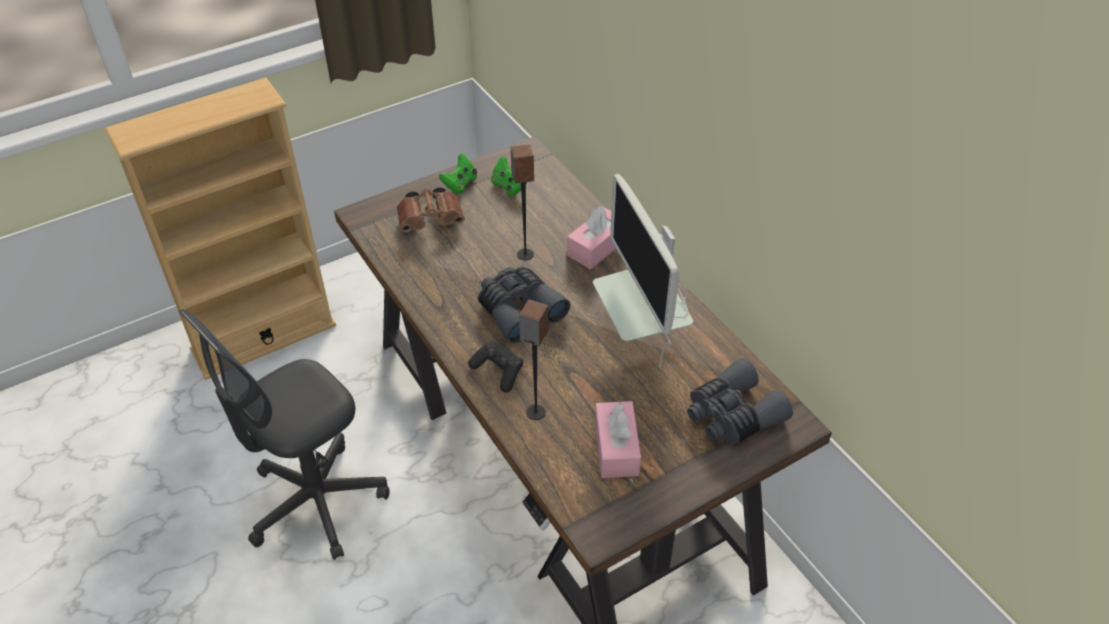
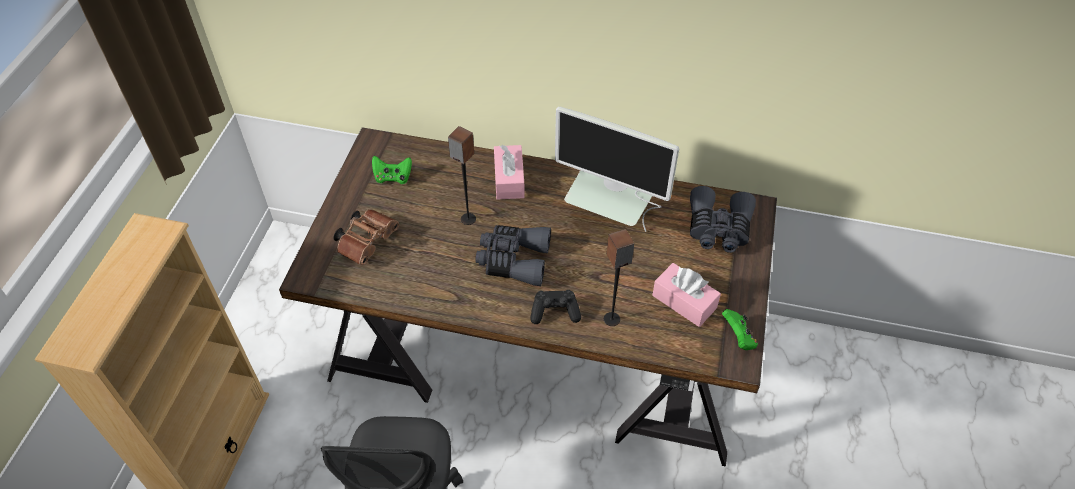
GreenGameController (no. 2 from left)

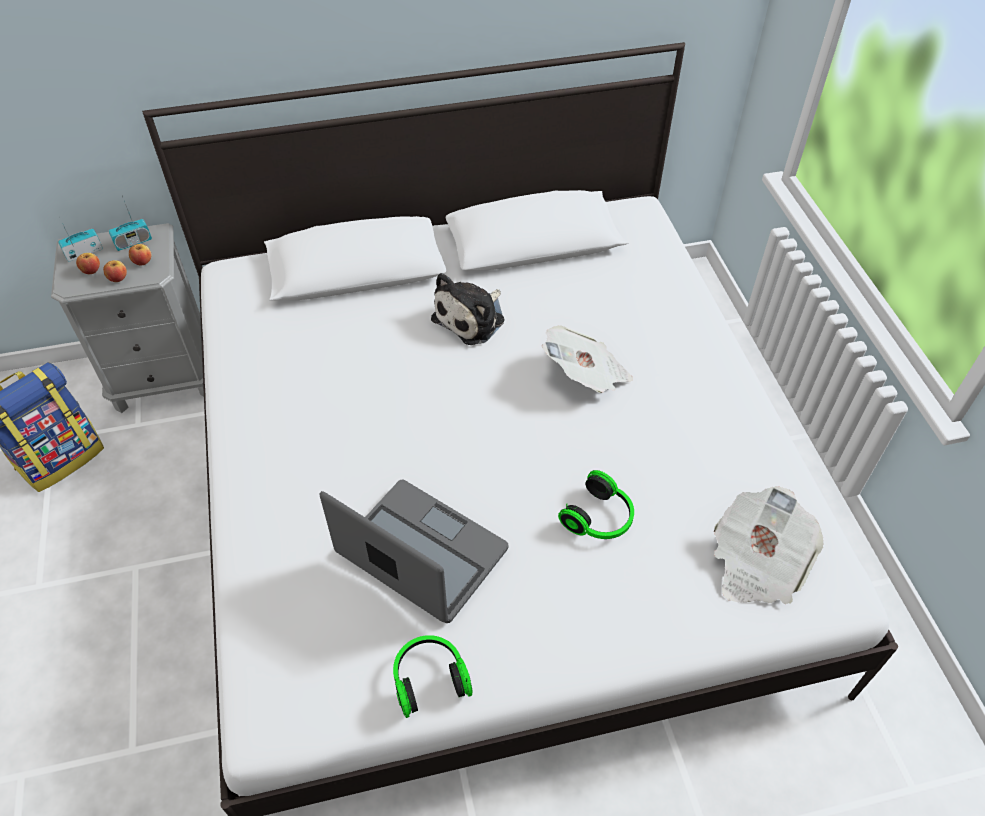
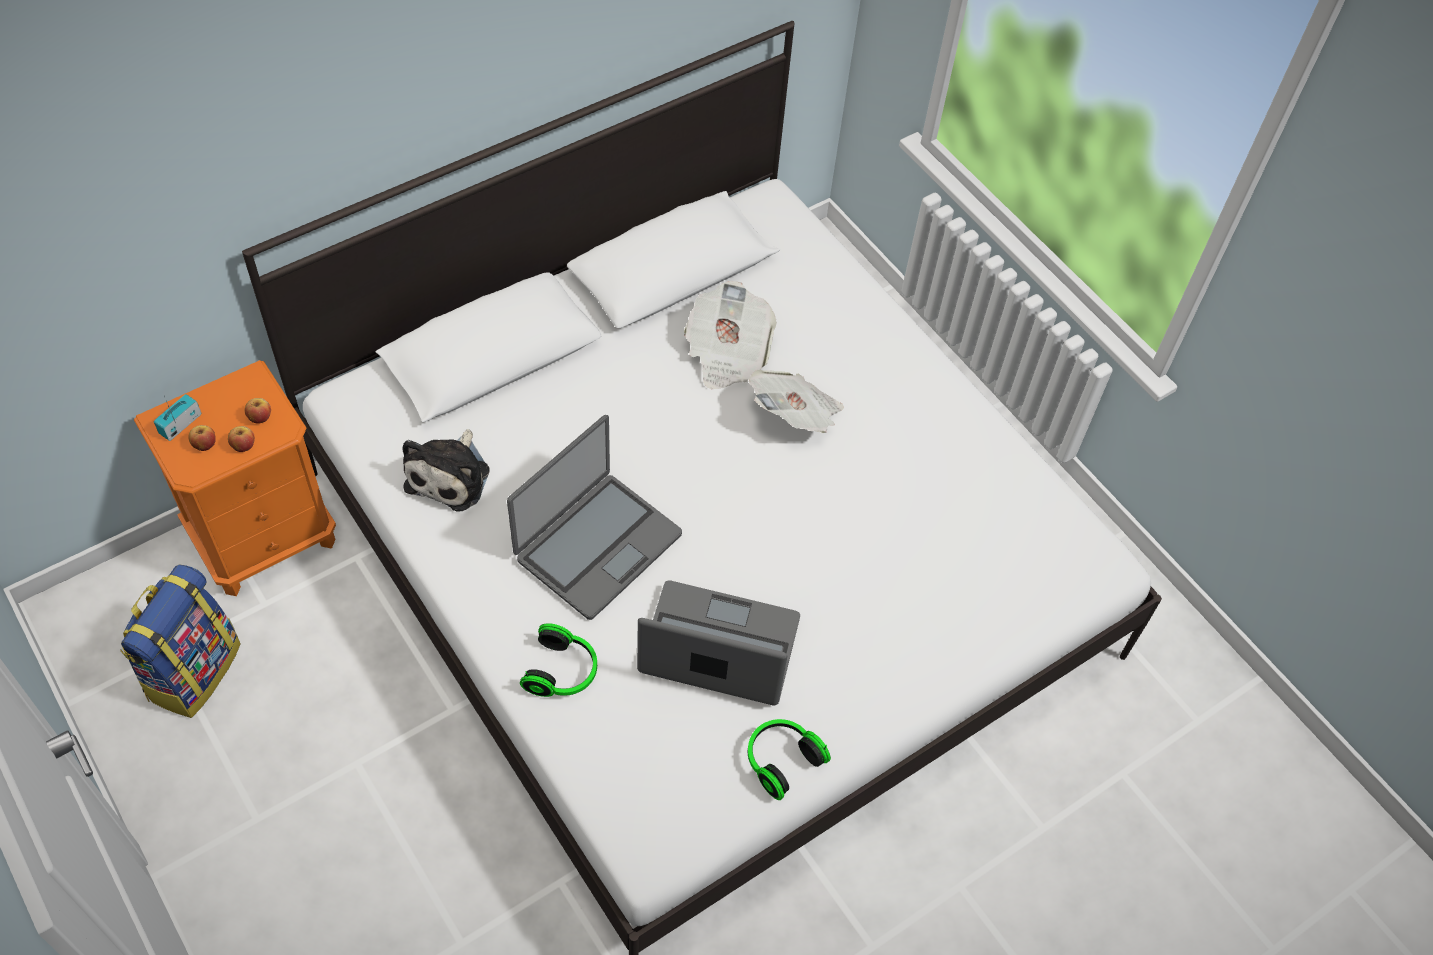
OrangeNightstand
PlushToy
Laptop (no. 1 from left)
Headphones (no. 1 from left)
Newspaper (no. 1 from left)
Radio (no. 2 from left in the first image)

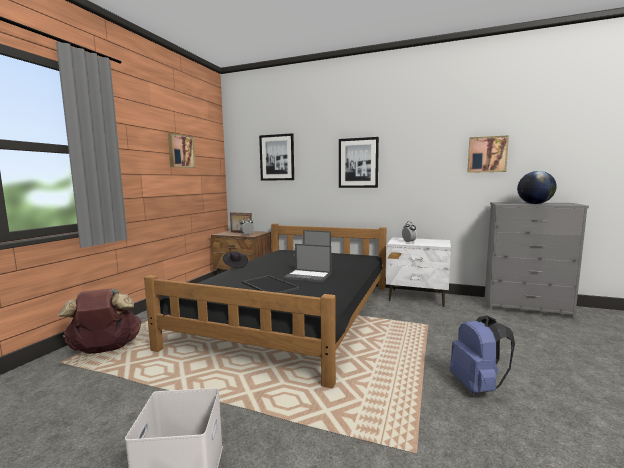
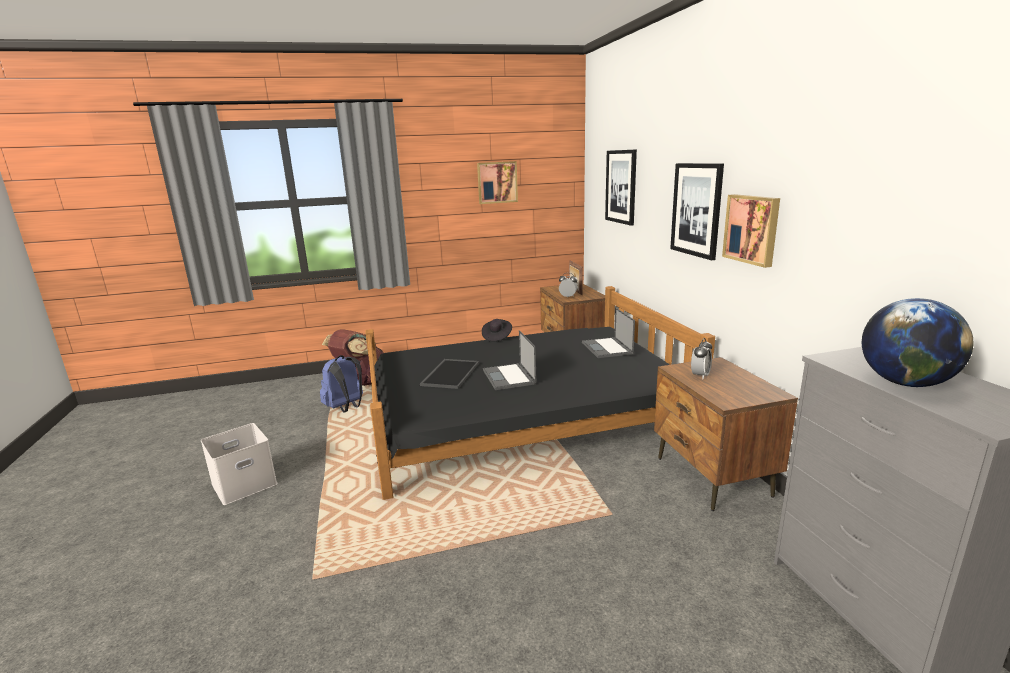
BlueBackpack
BrownNightstand (no. 2 from left)
Picture (no. 4 from left)

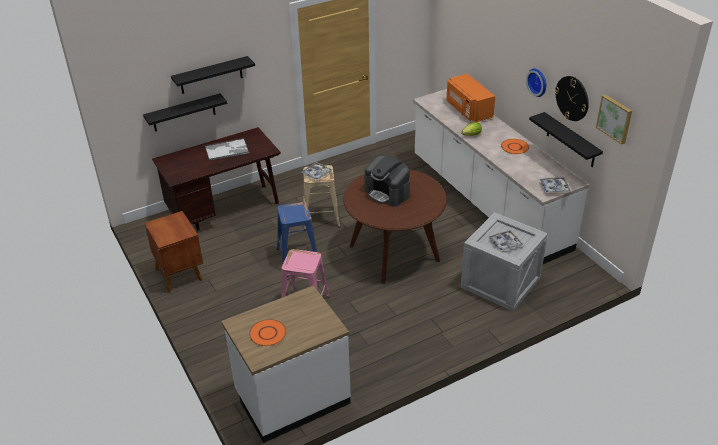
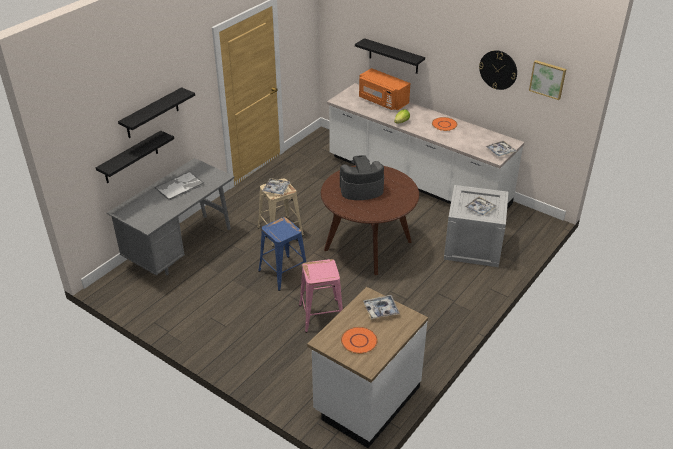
GreyDesk
CoffeeMachine
BlackShelf (no. 3 from left)
Tray (no. 3 from left)
BrownNightstand
WallClock (no. 1 from left in the first image)

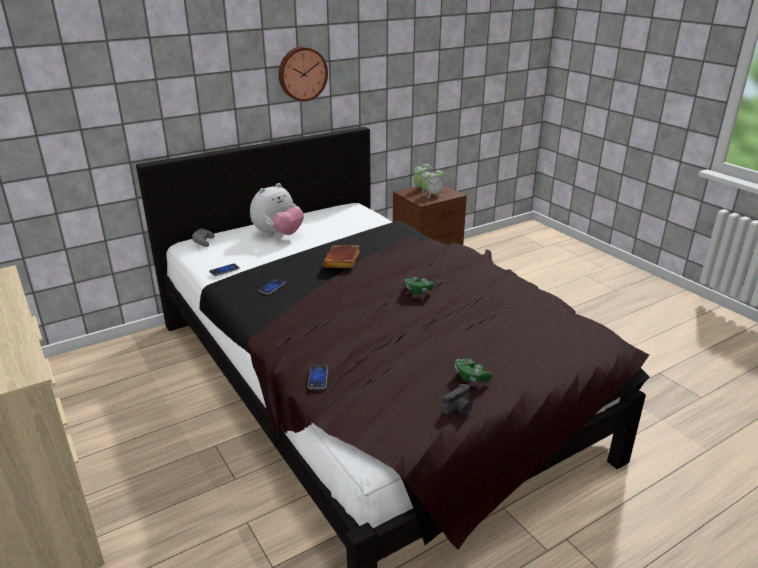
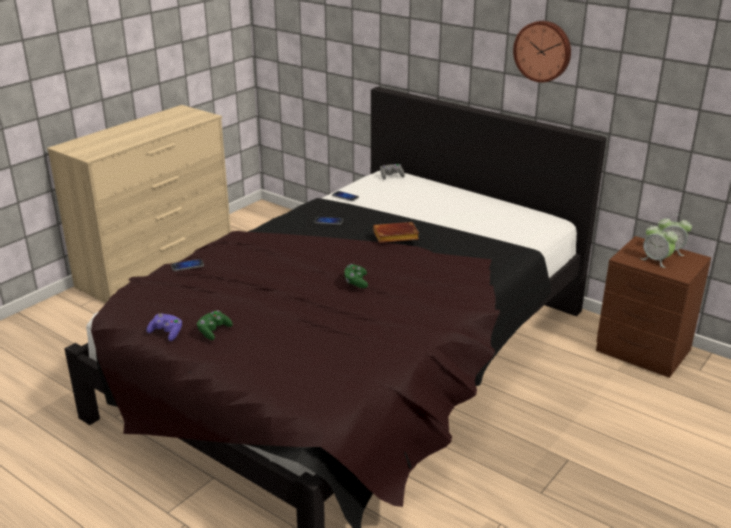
PurpleGameController
PlushToy

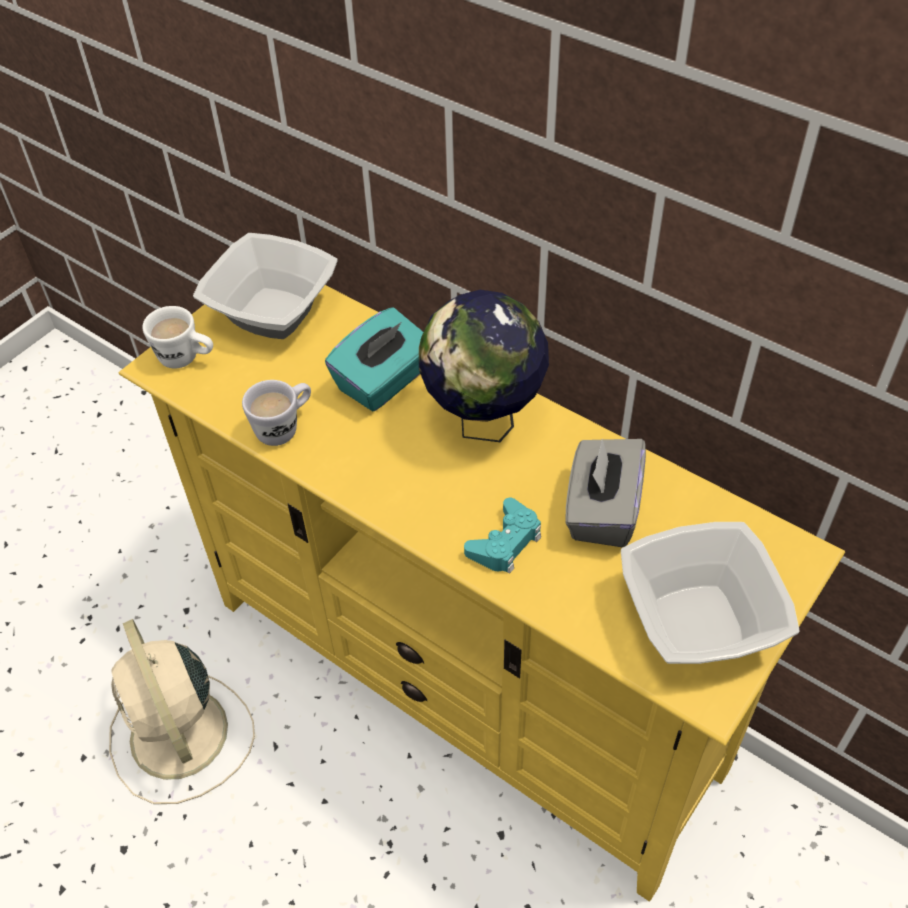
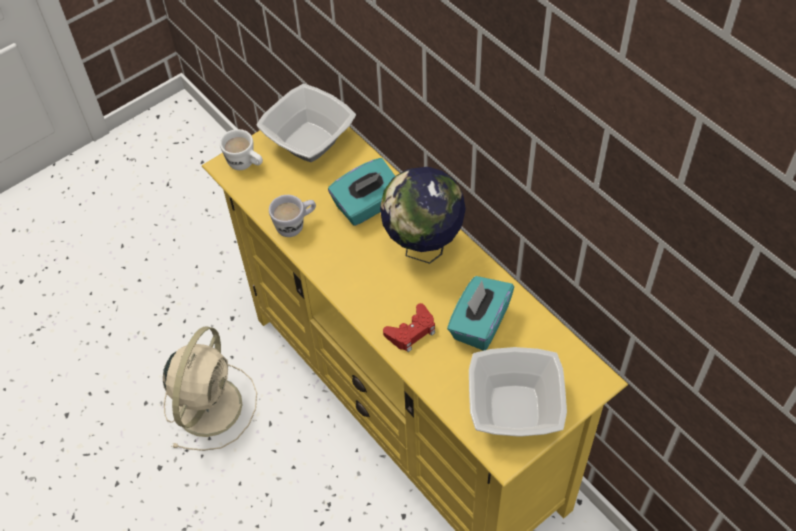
BeigeFan
RedGameController
TurquoiseTissueBox (no. 2 from left)

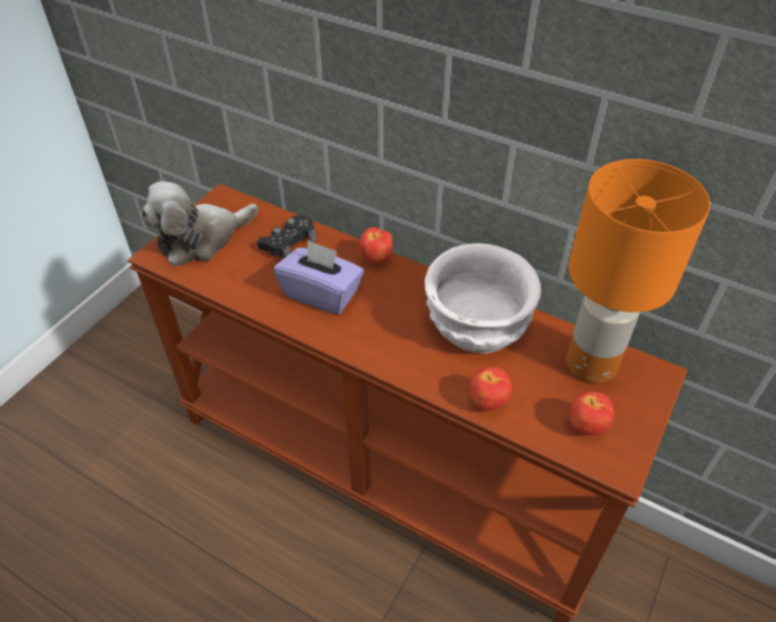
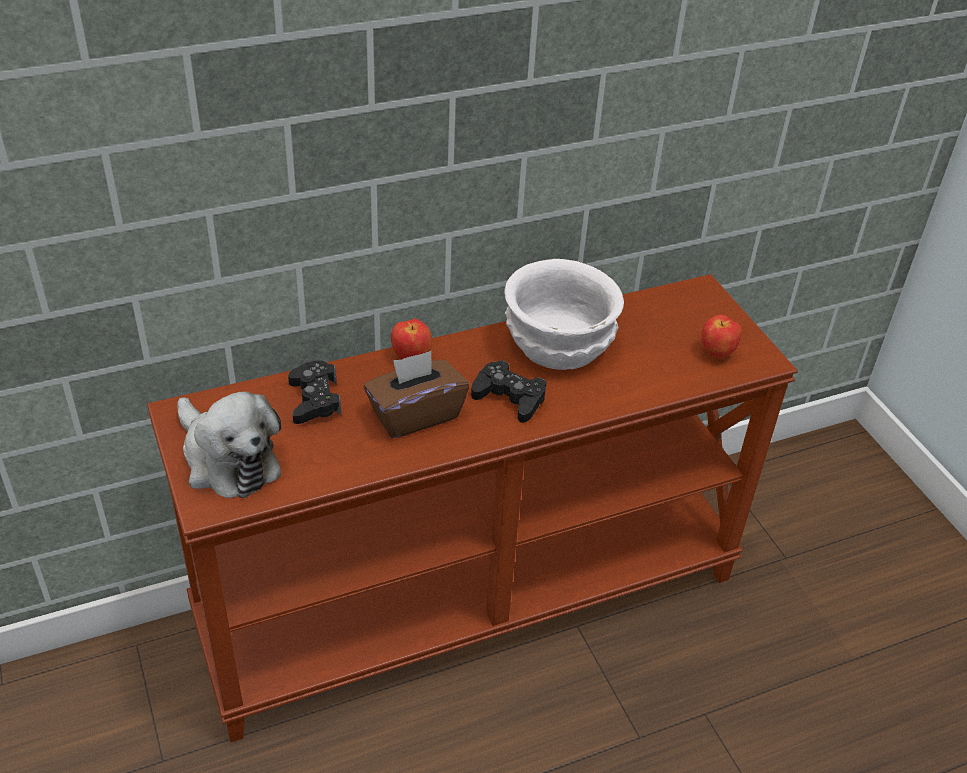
PlushToy
BrownTissueBox
BlackGameController (no. 2 from left)
Apple (no. 2 from left in the first image)
OrangeTableLamp

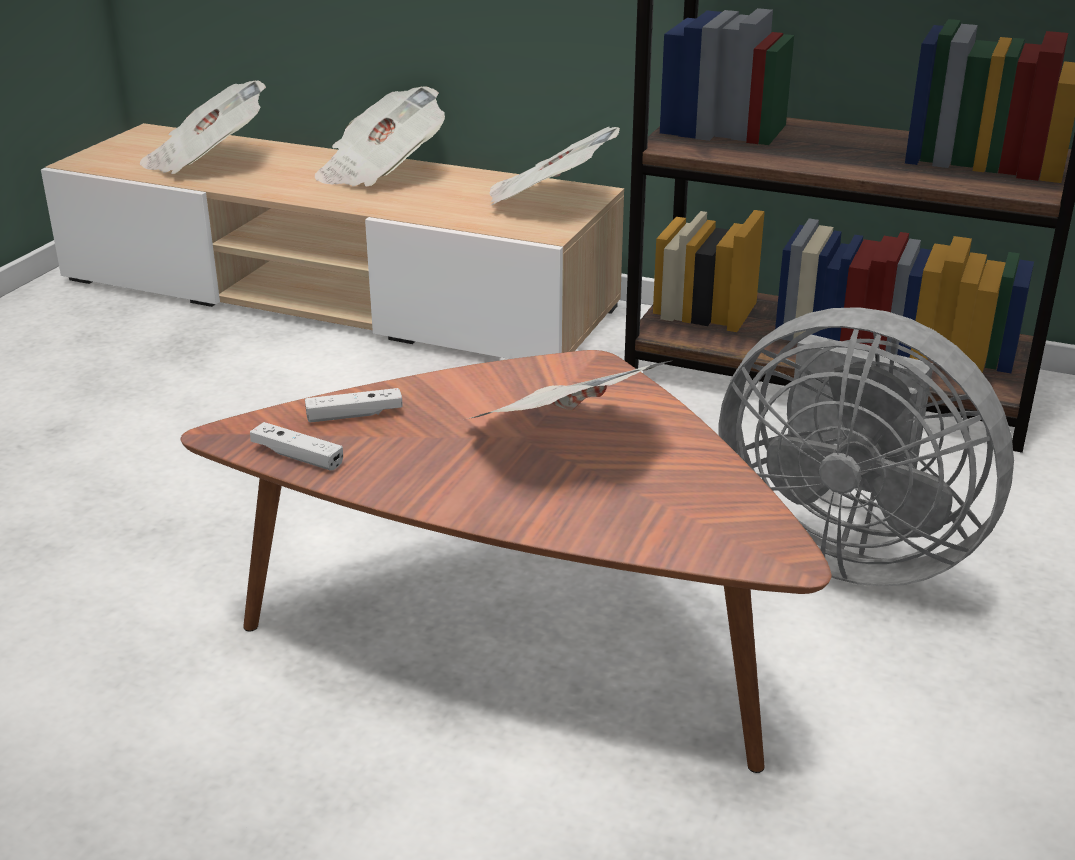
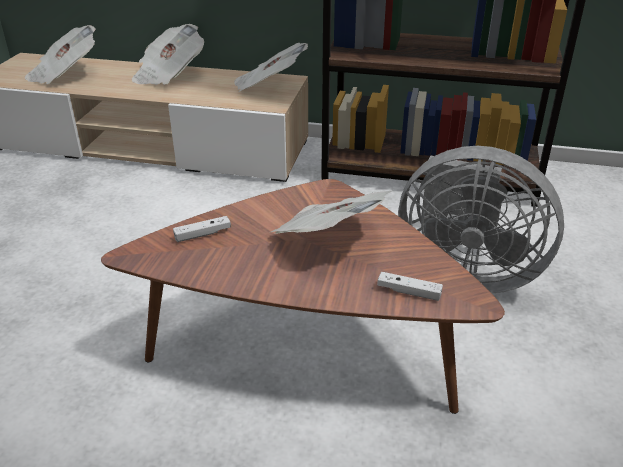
WhiteGameController (no. 2 from left)

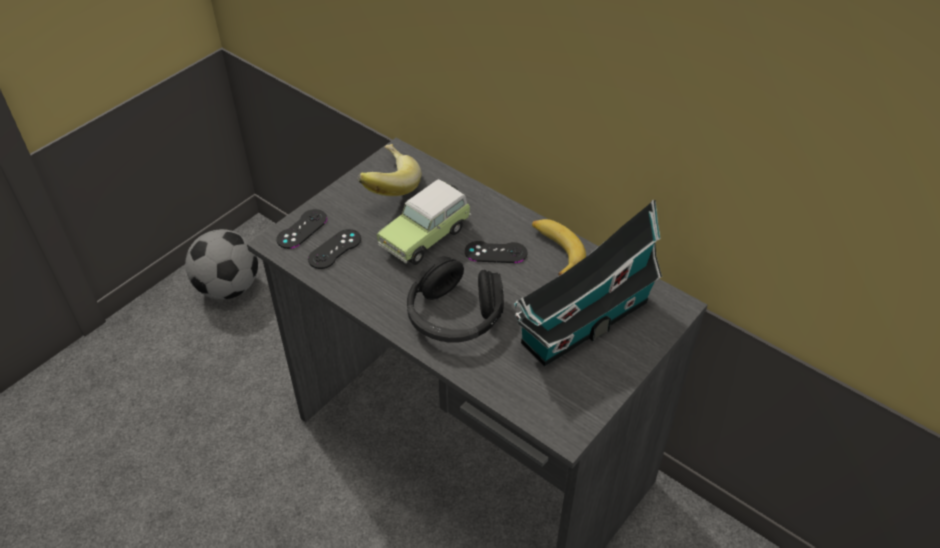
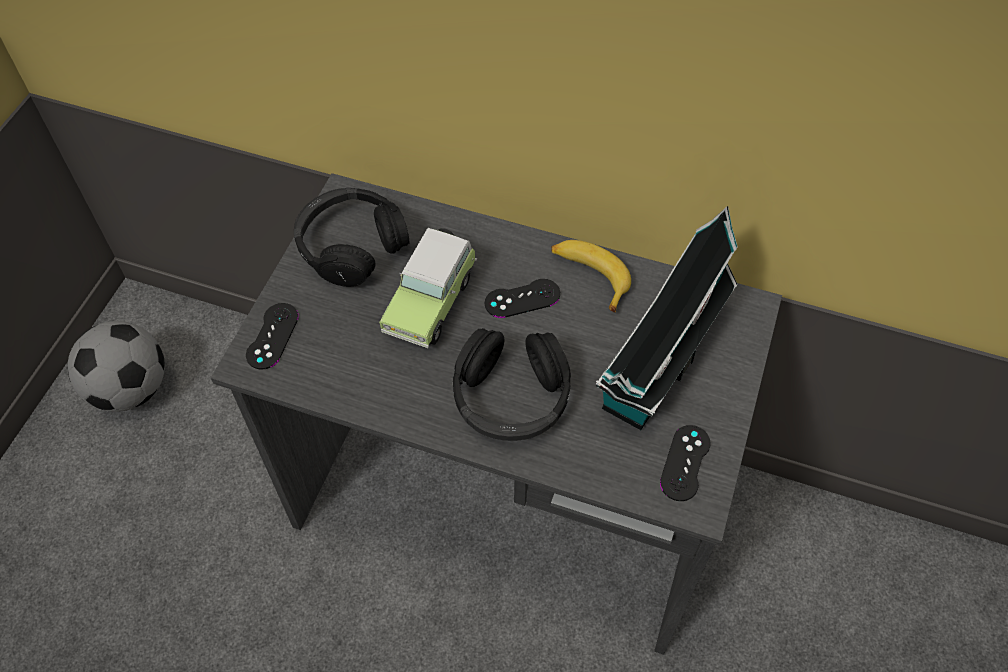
BlackHeadphones (no. 1 from left)
BlackGameController (no. 3 from left)

